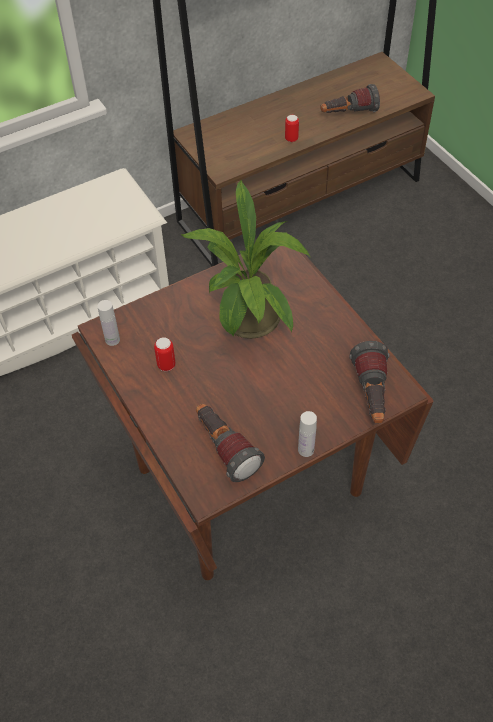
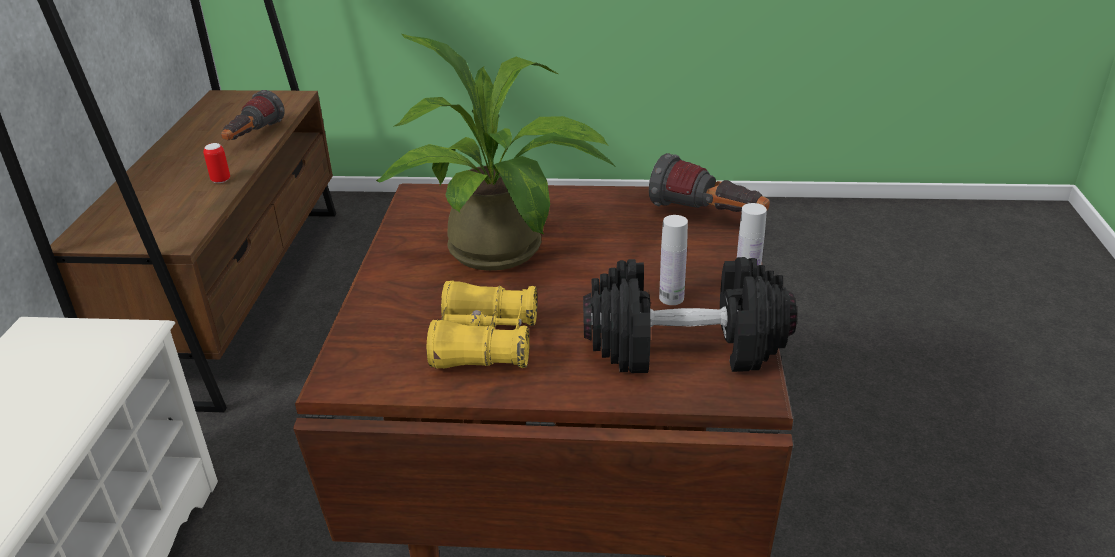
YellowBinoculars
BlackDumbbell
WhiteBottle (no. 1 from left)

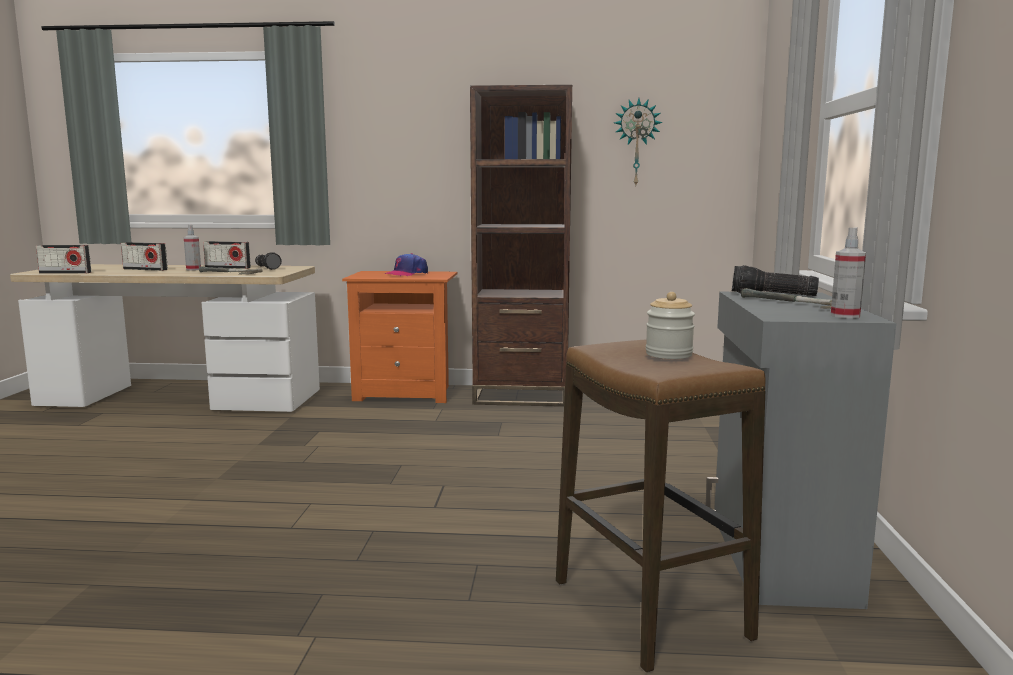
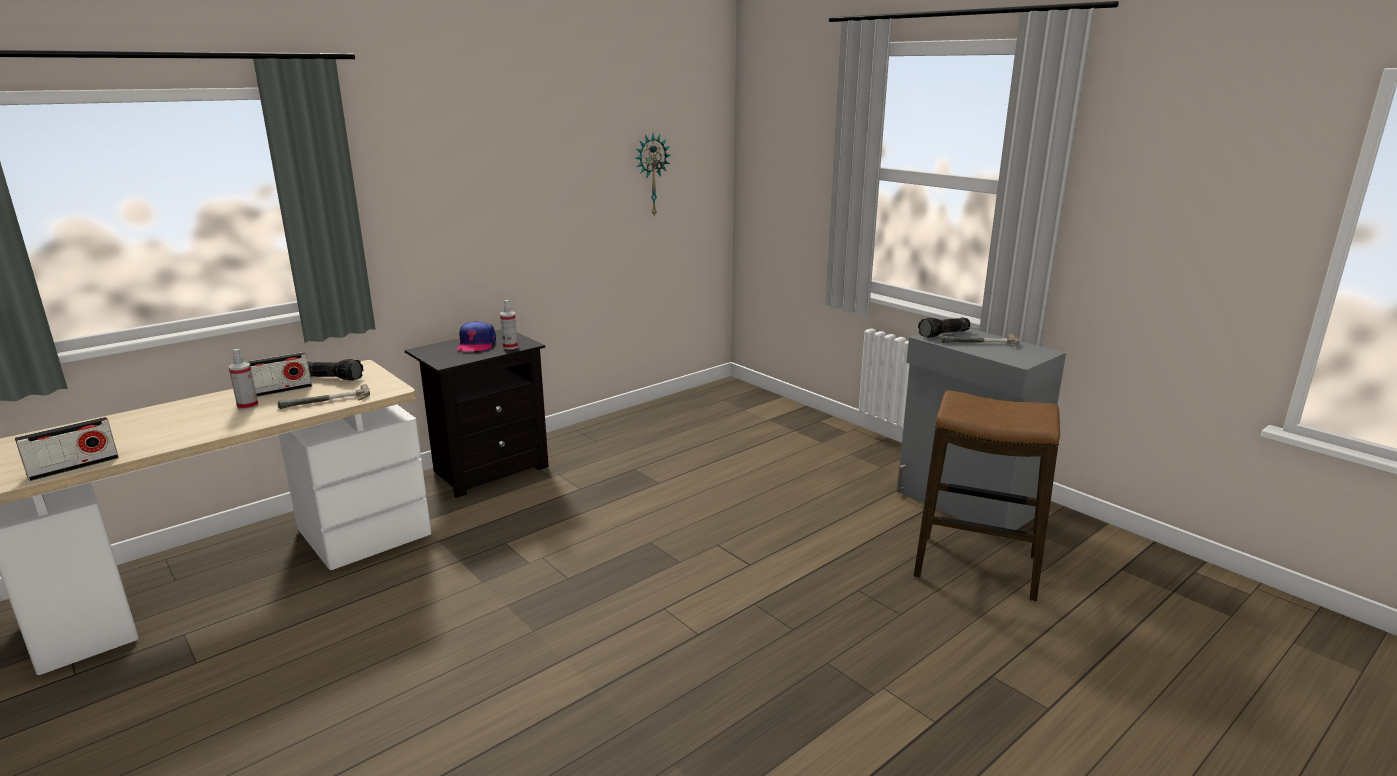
BlackNightstand
SprayBottle (no. 2 from left)
Radio (no. 2 from left in the first image)
BrownBookcase
Jar

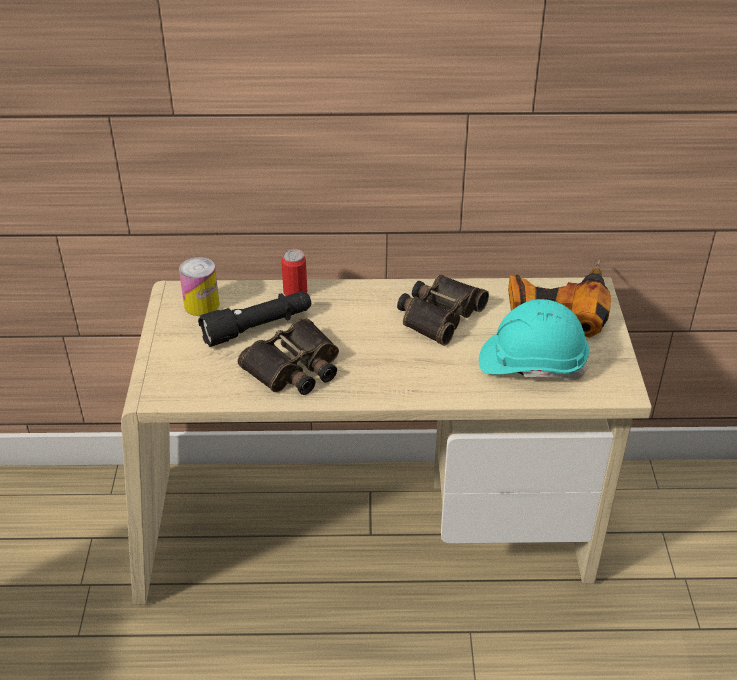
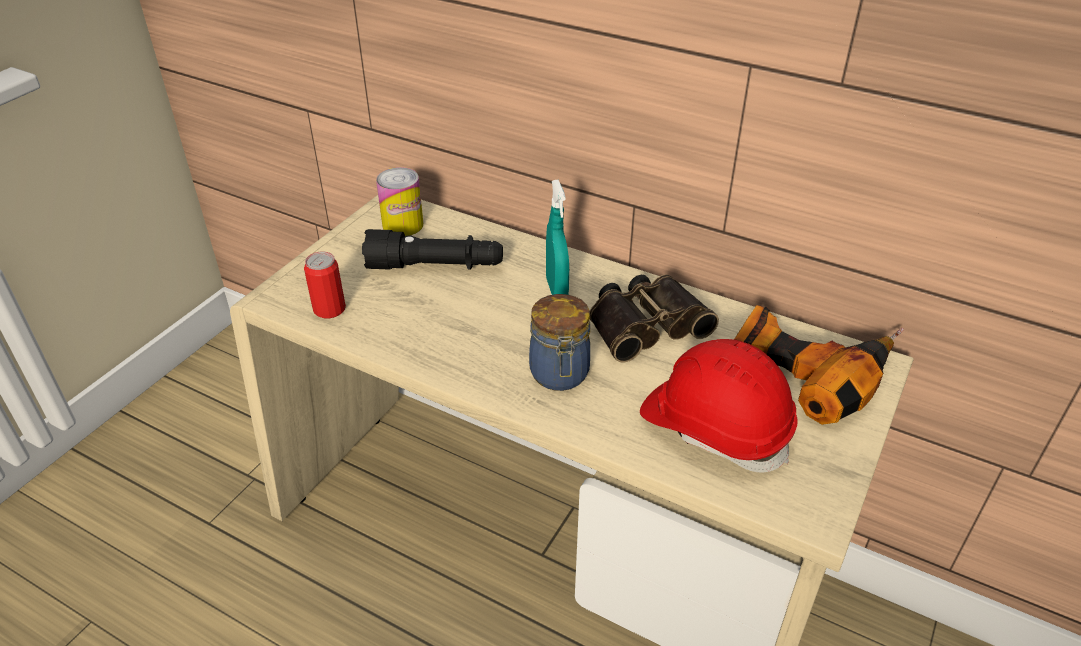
Can (no. 1 from left)
Jar
TurquoiseSprayBottle
RedHardHat
Binoculars (no. 1 from left in the first image)

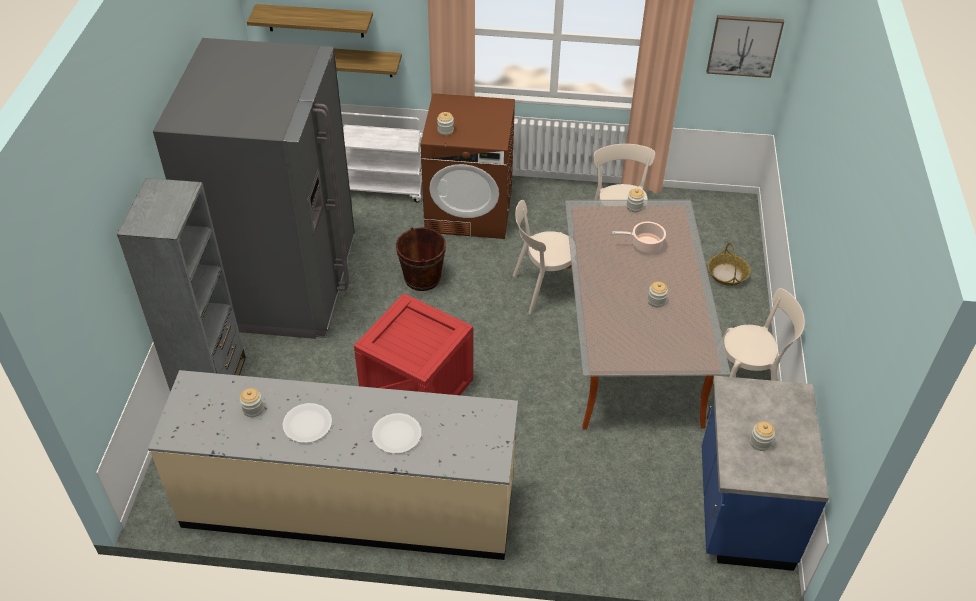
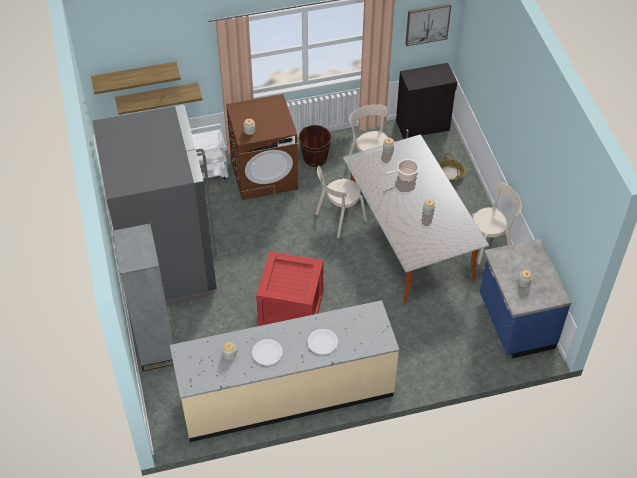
BrownBucket
BlackCabinet

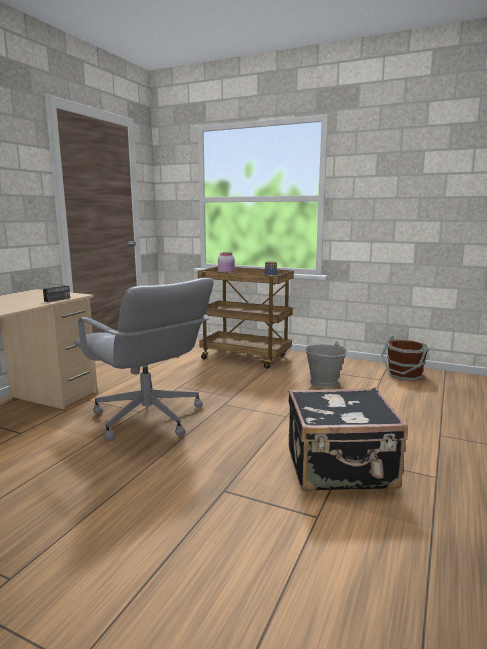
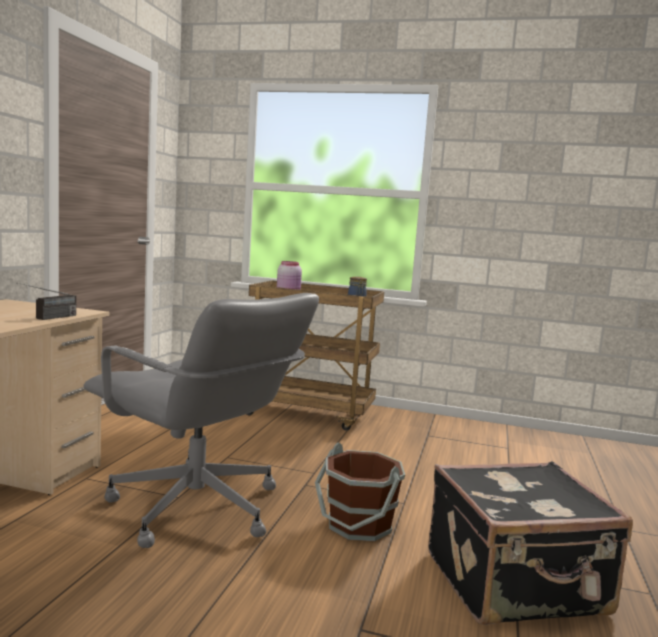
BrownBucket
GreyBucket

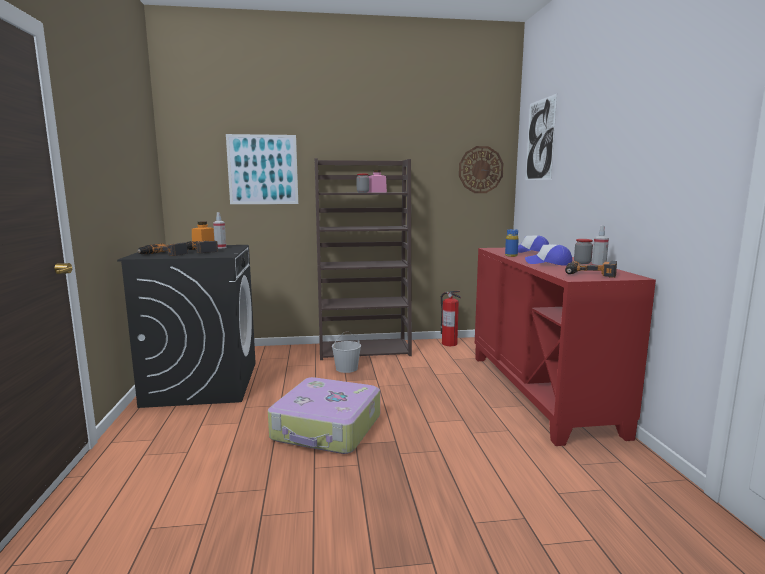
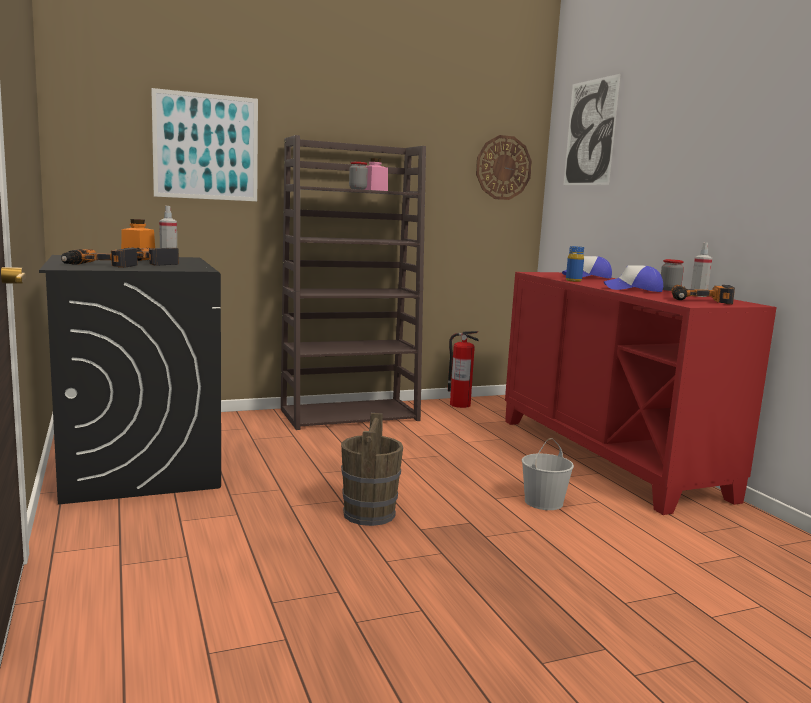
BrownBucket
WhiteBucket

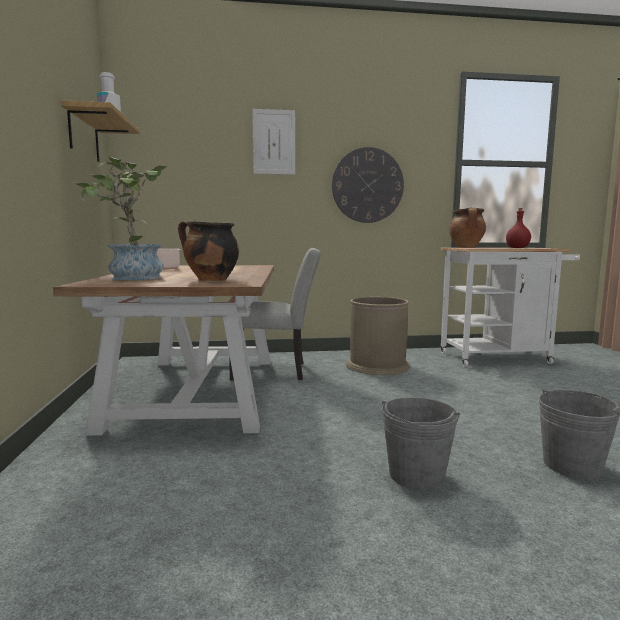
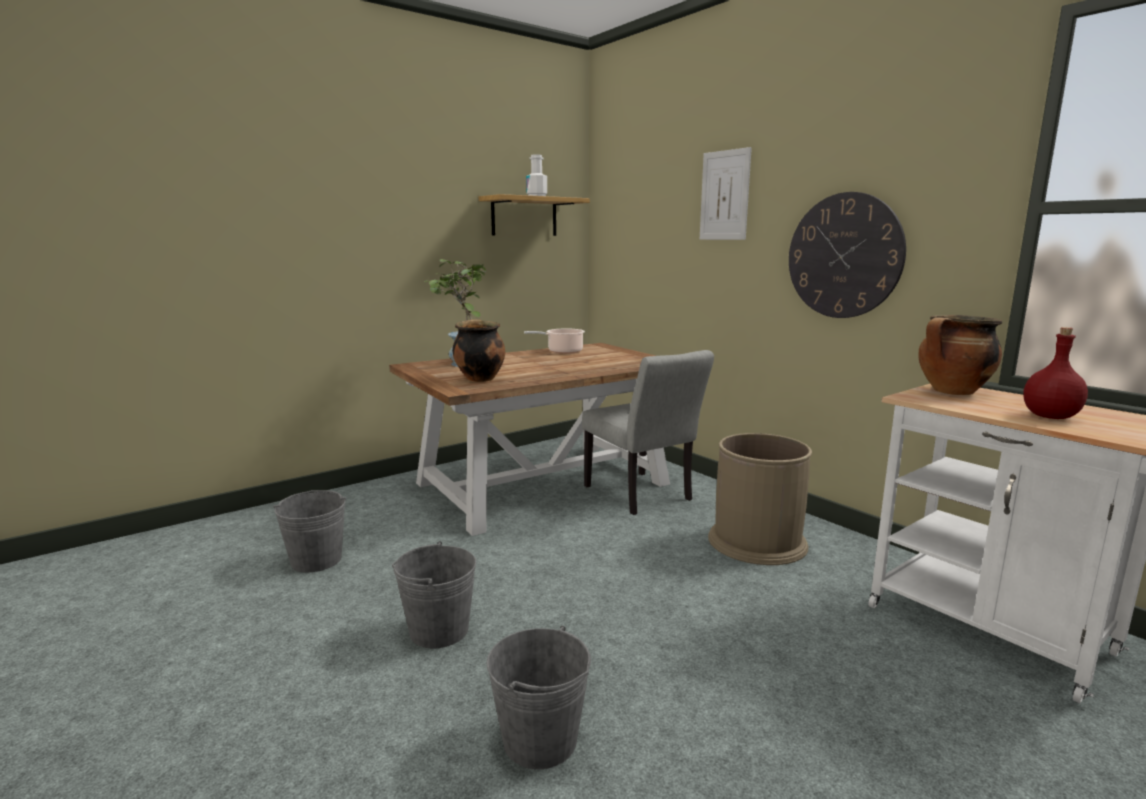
GreyBucket (no. 1 from left)

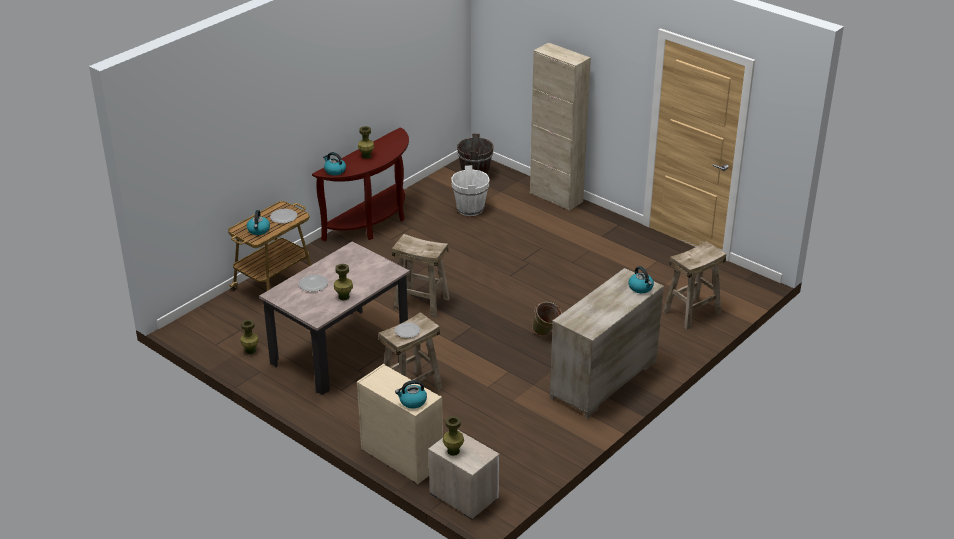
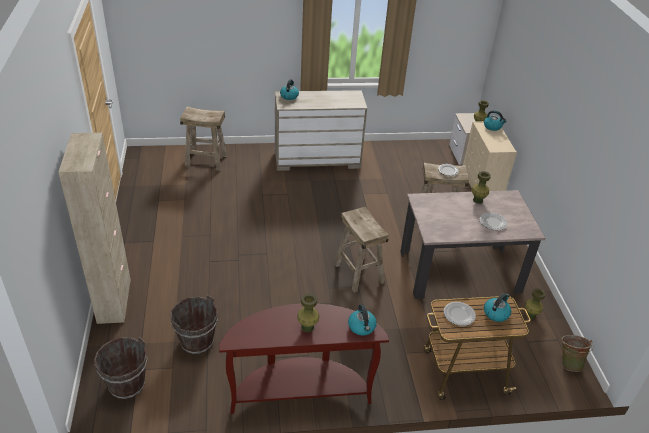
BrownBucket (no. 2 from left)
GreenBucket

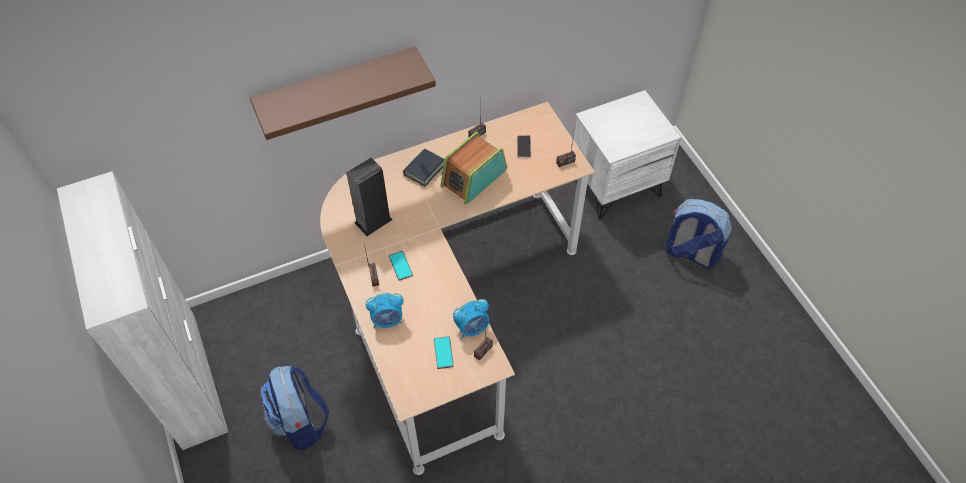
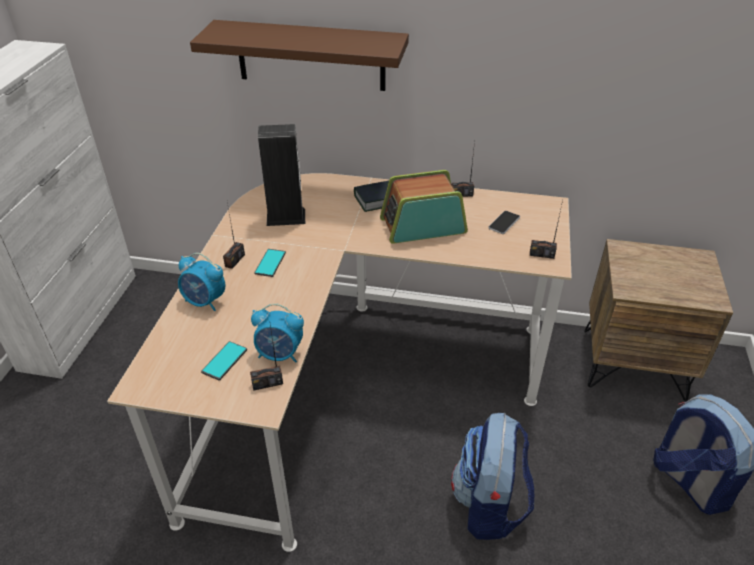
Backpack (no. 1 from left)
BrownNightstand

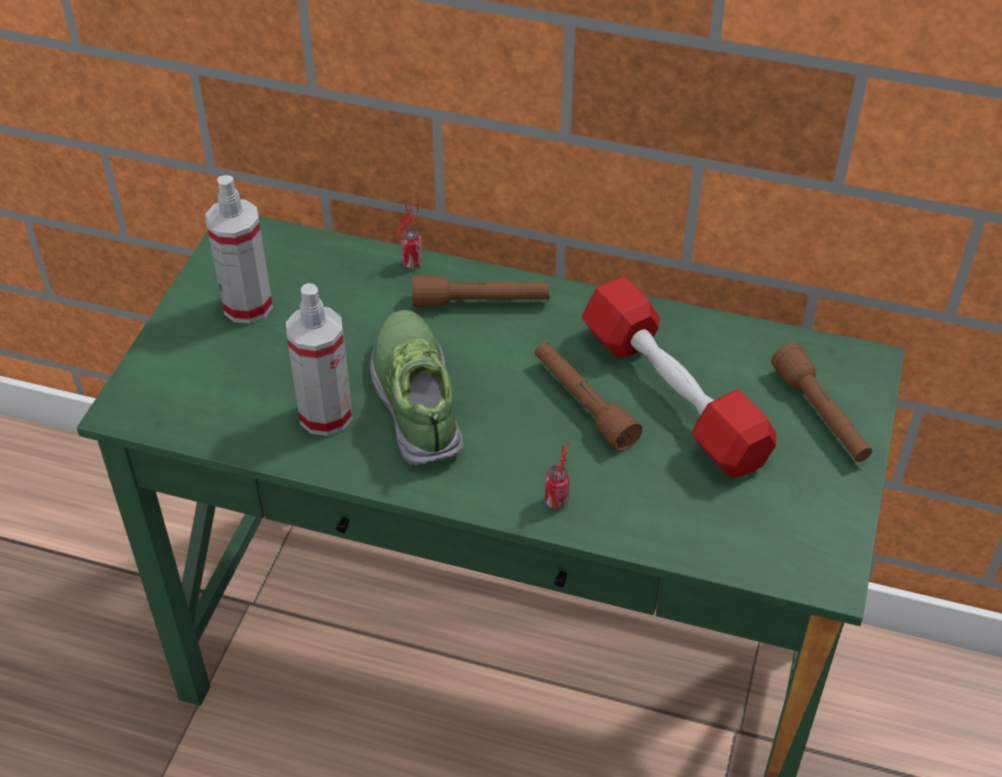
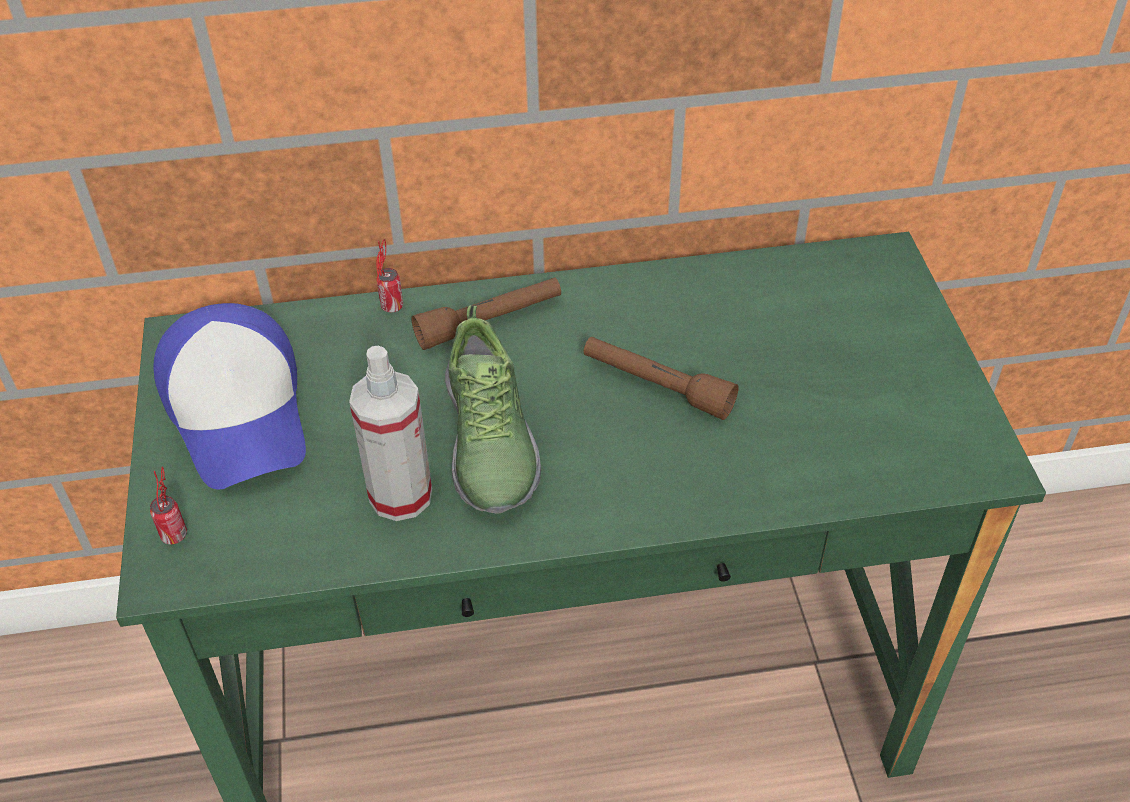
Can (no. 1 from left)
Cap
Shoe
RedDumbbell
BrownFlashlight (no. 3 from left in the first image)

